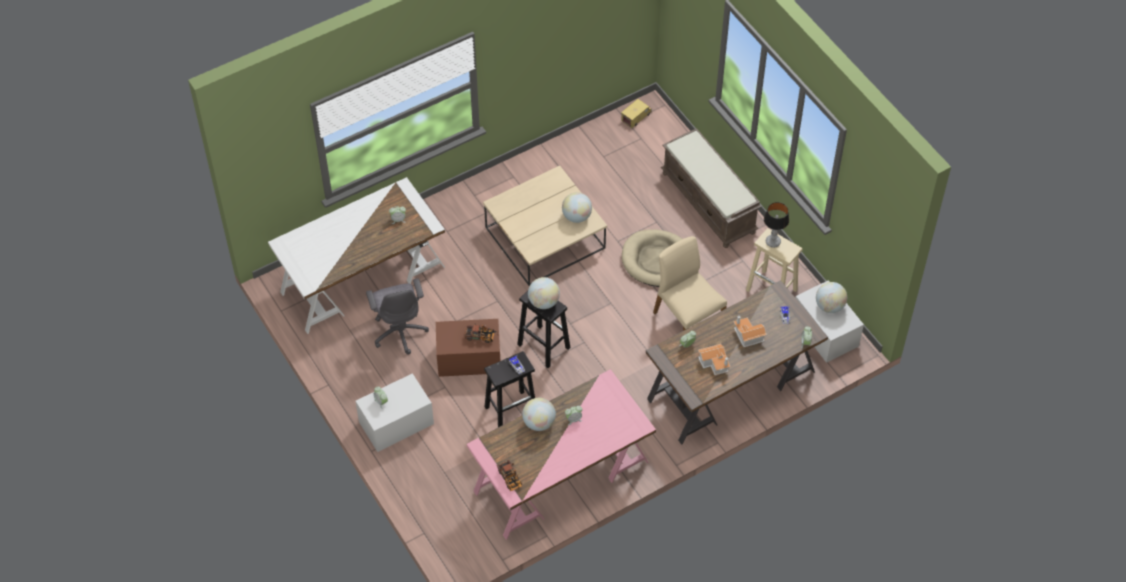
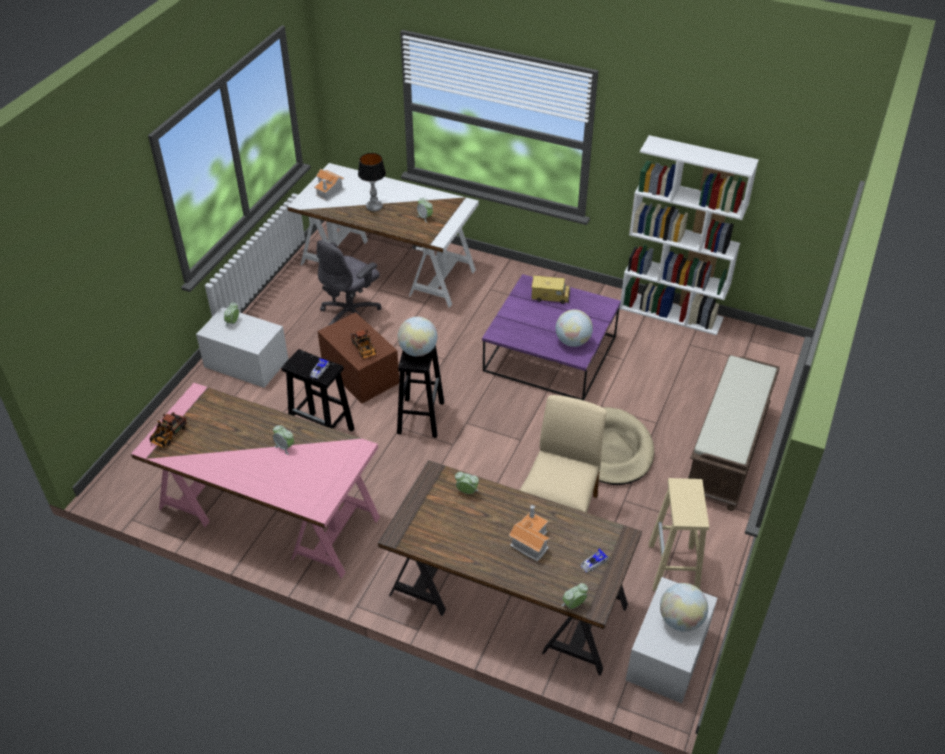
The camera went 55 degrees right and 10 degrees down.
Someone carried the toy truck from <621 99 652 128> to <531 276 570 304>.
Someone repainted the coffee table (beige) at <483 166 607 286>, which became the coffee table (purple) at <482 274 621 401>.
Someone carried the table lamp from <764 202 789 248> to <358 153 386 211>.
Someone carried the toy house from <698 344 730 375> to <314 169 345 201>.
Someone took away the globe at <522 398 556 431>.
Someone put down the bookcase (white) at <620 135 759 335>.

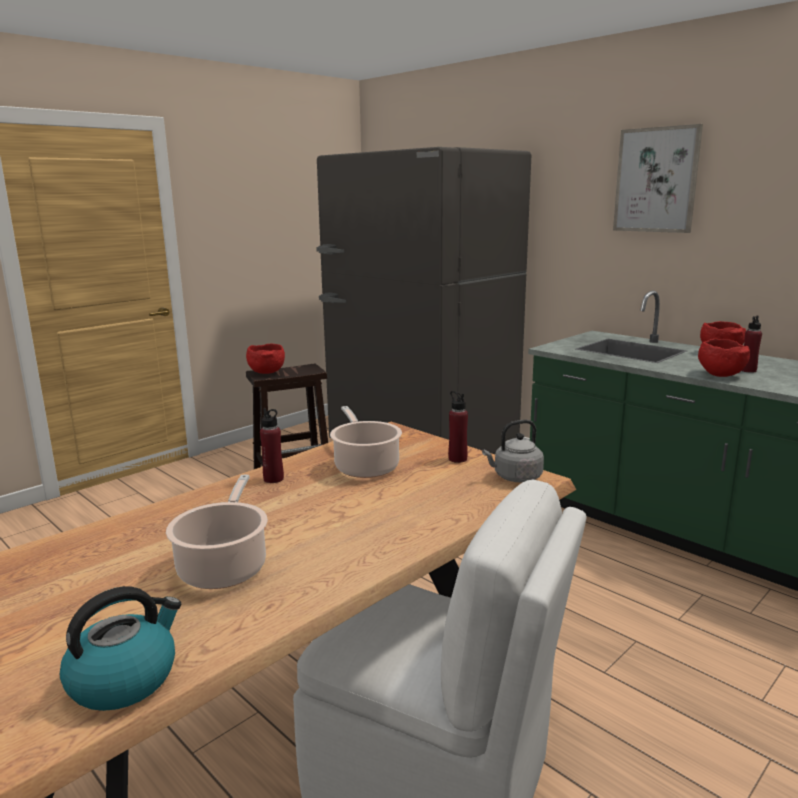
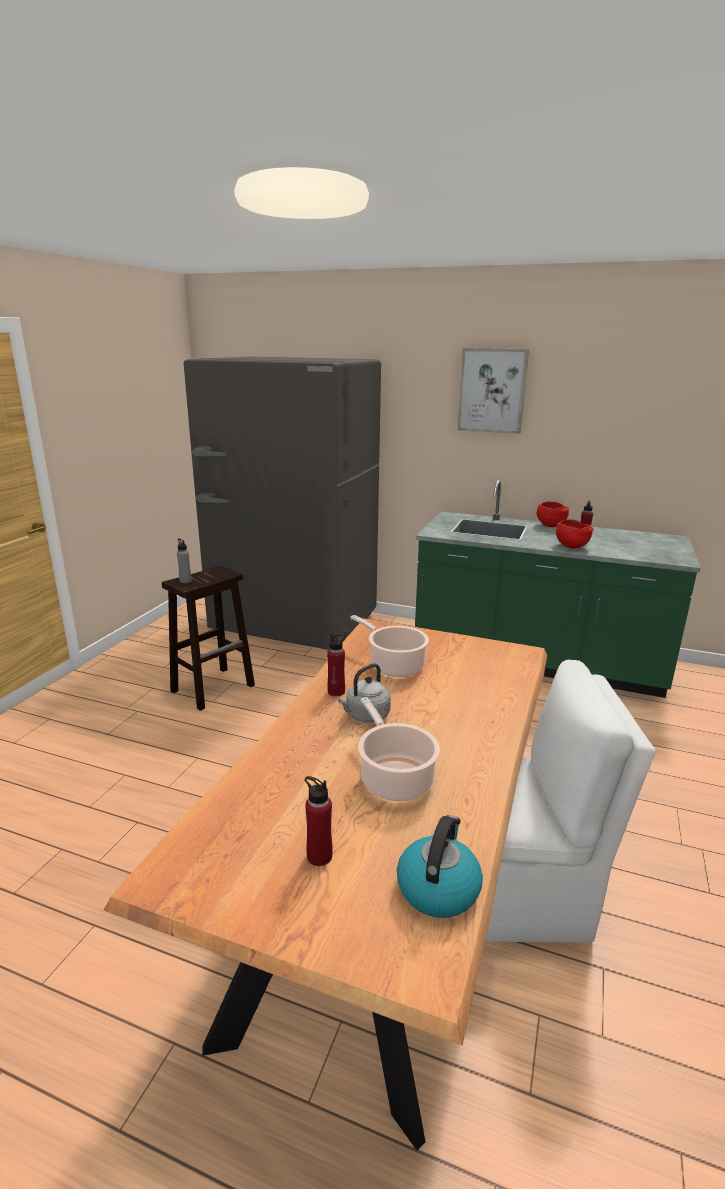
The camera went 25 degrees left and 5 degrees up.
Someone swapped the bowl (red) at <246 344 285 374> for the bottle (grey) at <177 538 192 583>.
Someone carried the bottle (red) from <448 391 468 463> to <305 776 333 866>.
Someone carried the kettle (grey) from <482 420 544 483> to <338 663 391 723>.

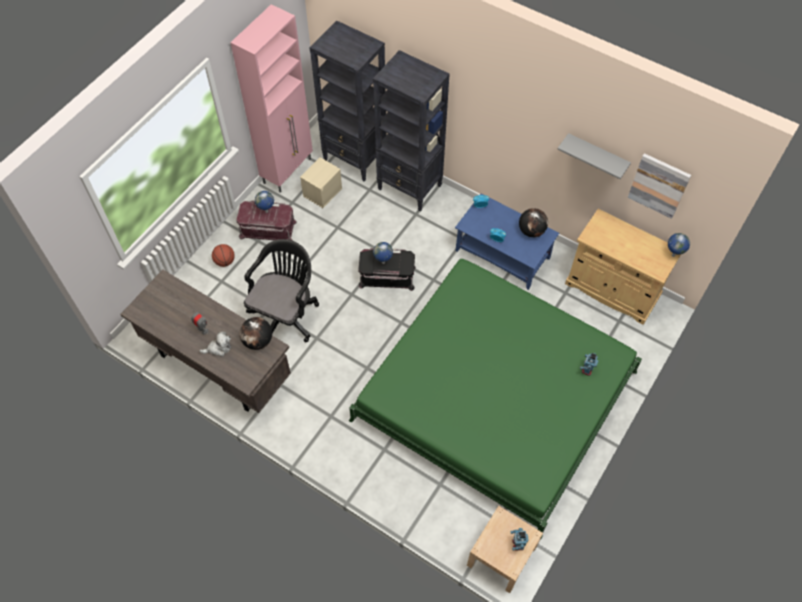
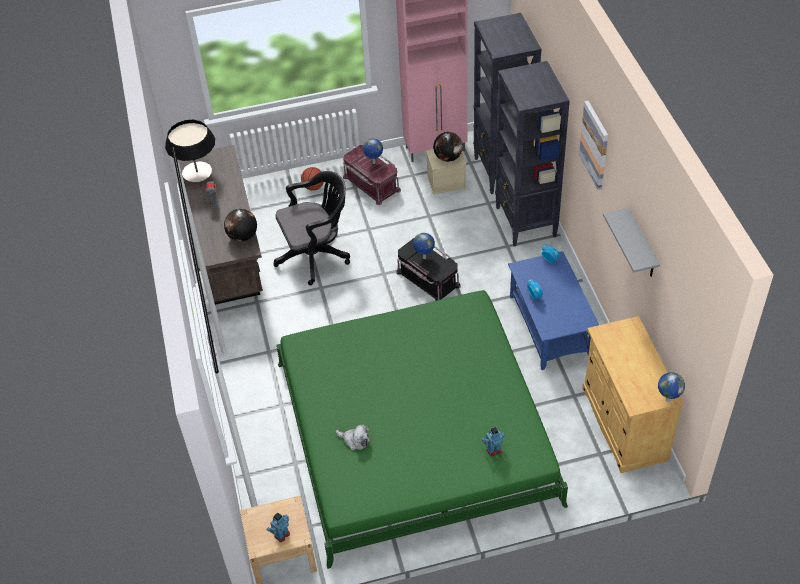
The camera went 45 degrees right and 10 degrees down.
Someone carried the picture from <628 153 691 219> to <579 101 608 190>.
Someone carried the globe from <519 208 548 237> to <433 132 463 162>.
Someone carried the plush toy from <199 331 231 357> to <336 424 370 451>.
Someone put down the table lamp at <165 120 215 183>.

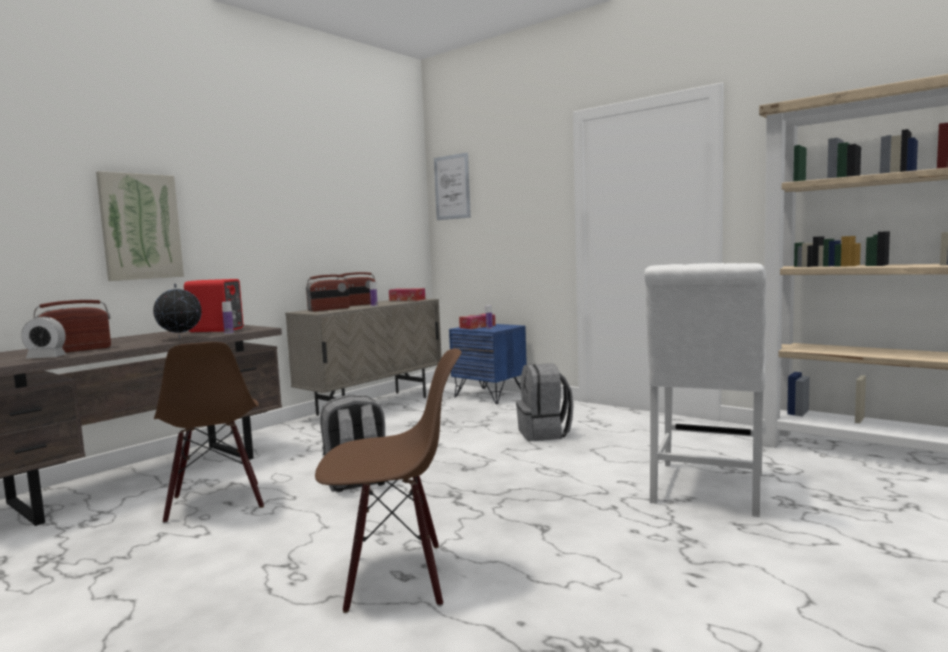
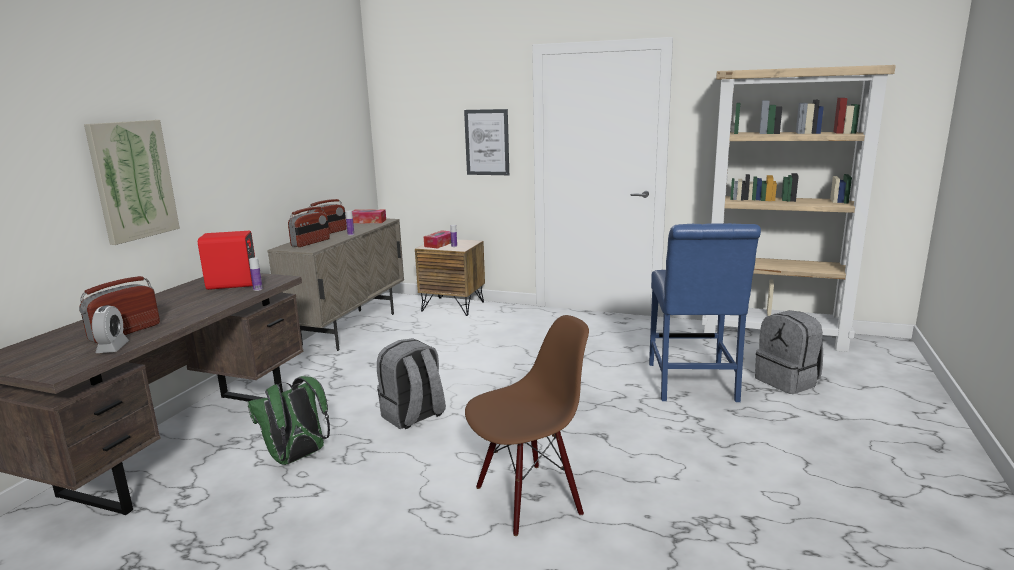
The camera went 20 degrees left and 10 degrees up.
Someone carried the picture from <434 153 471 220> to <464 109 509 175>.
Someone repainted the chair (white) at <644 263 766 517>, which became the chair (blue) at <649 223 761 402>.
Someone took away the globe at <153 284 202 339>.
Someone rotated the alarm clock at <21 317 66 359> by 75 degrees counterclockwise.
Someone repainted the nightstand (blue) at <449 324 527 404>, which became the nightstand (brown) at <415 239 485 316>.
Someone swapped the chair (brown) at <154 342 264 523> for the backpack (green) at <247 376 330 465>.
Someone carried the backpack (grey) from <516 363 574 441> to <755 310 823 394>.

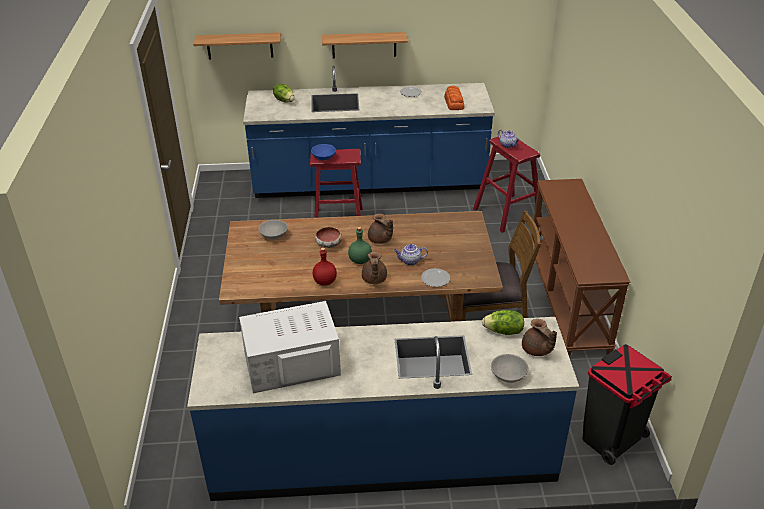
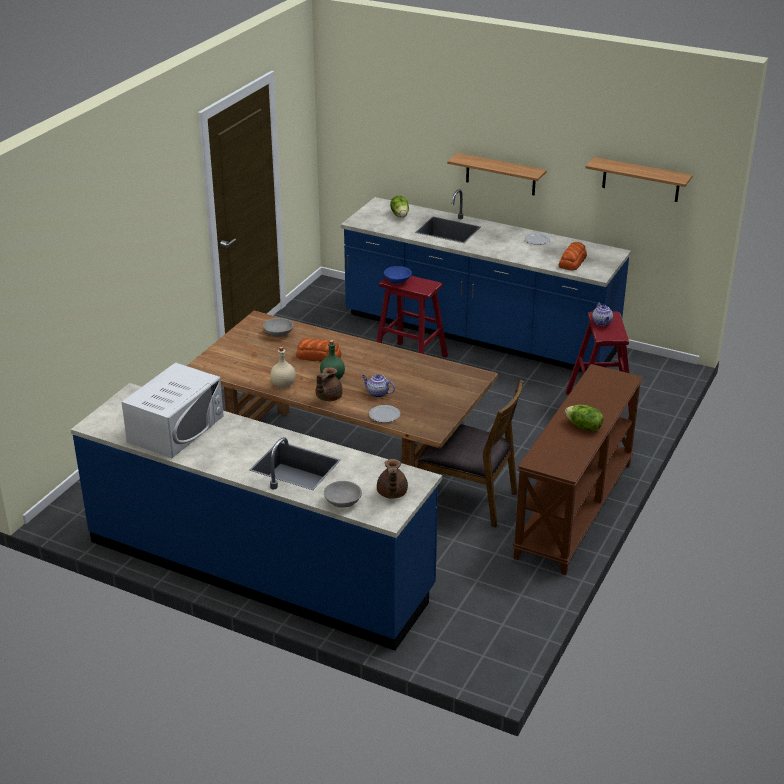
The camera went 30 degrees right and 5 degrees down.
Someone carried the shelf from <193 33 281 59> to <586 157 693 202>.
Someone took away the teapot (brown) at <368 214 393 244>.
Someone swapped the bowl at <315 227 342 248> for the bread at <296 338 341 362>.
Someone repainted the bottle (red) at <313 248 337 286>, which became the bottle (beige) at <270 346 296 388>.
Someone rotated the microwave (white) at <239 301 341 393> by 105 degrees clockwise.
Someone carried the lettuce from <482 310 524 335> to <565 405 603 431>.
Someone took away the trash can (black) at <583 344 672 465>.

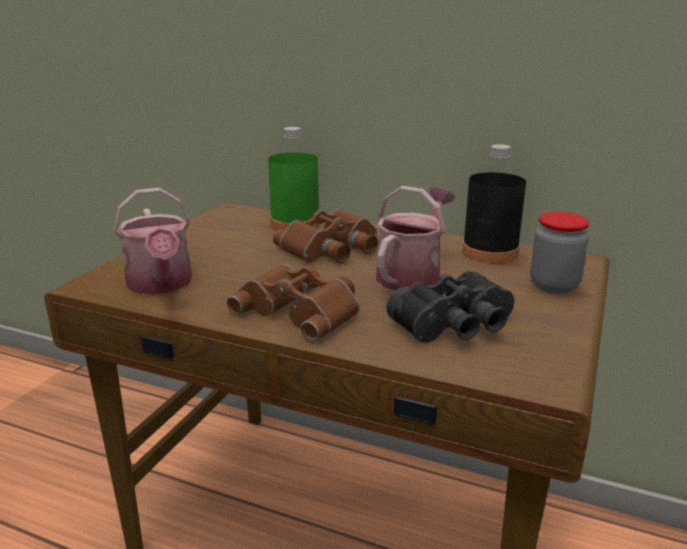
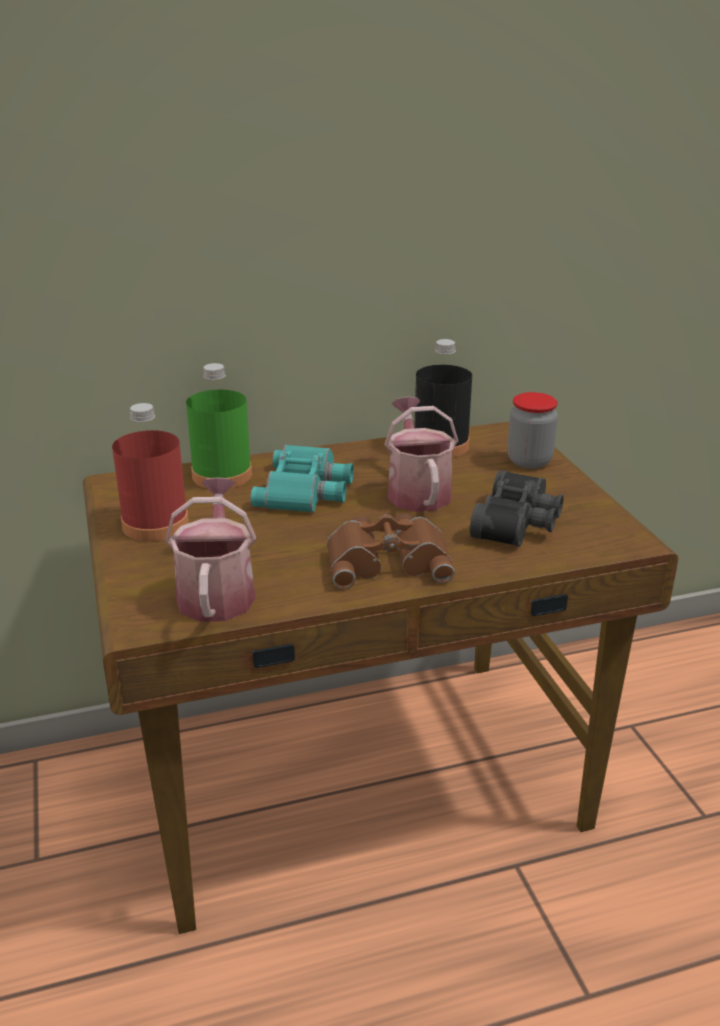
The camera went 40 degrees left and 5 degrees up.
Someone rotated the watering can at <114 188 192 295> by 120 degrees counterclockwise.
Someone repainted the binoculars (brown) at <273 209 378 263>, which became the binoculars (turquoise) at <250 445 354 513>.
Someone put down the bottle (red) at <112 403 189 541>.

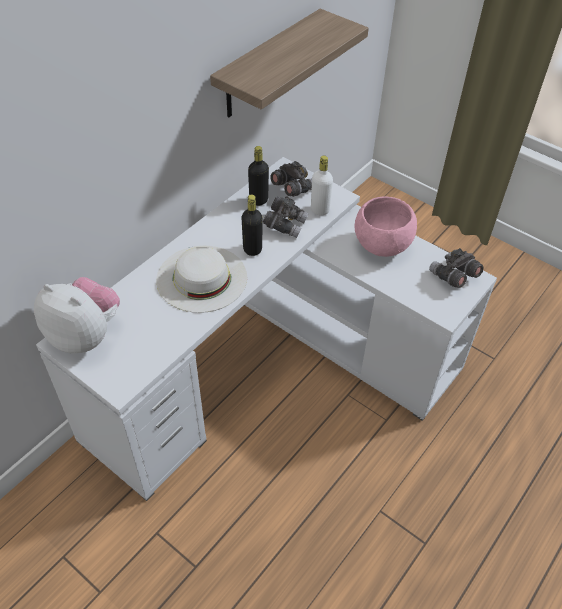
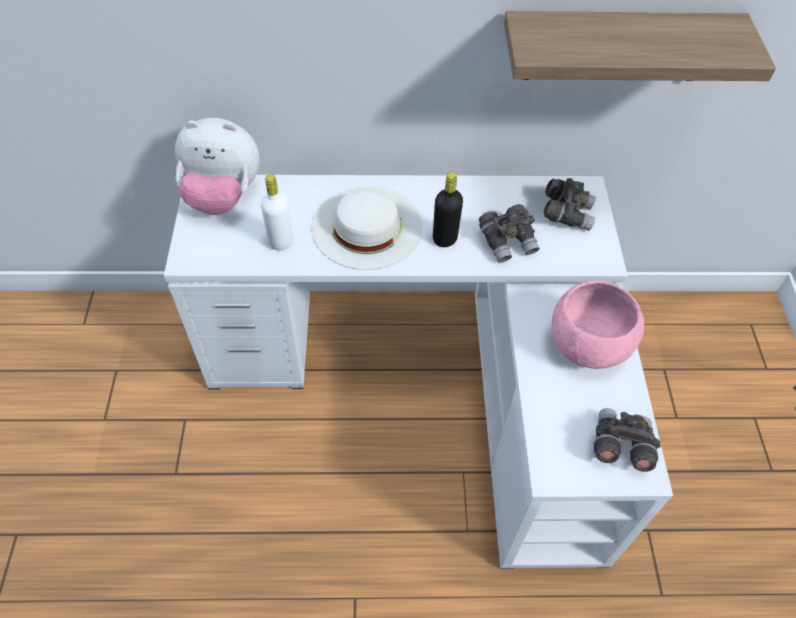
The camera went 50 degrees right and 5 degrees up.
Someone took away the bottle (black) at <248 146 269 206>.
Someone carried the bottle (white) from <311 156 333 215> to <261 174 293 251>.
Someone rotated the plush toy at <34 277 120 353> by 105 degrees clockwise.

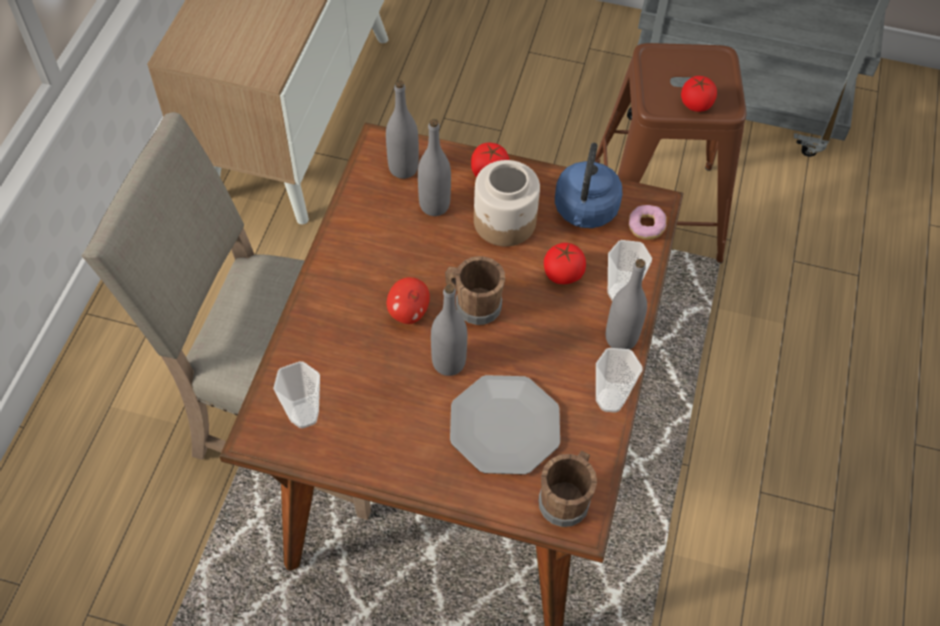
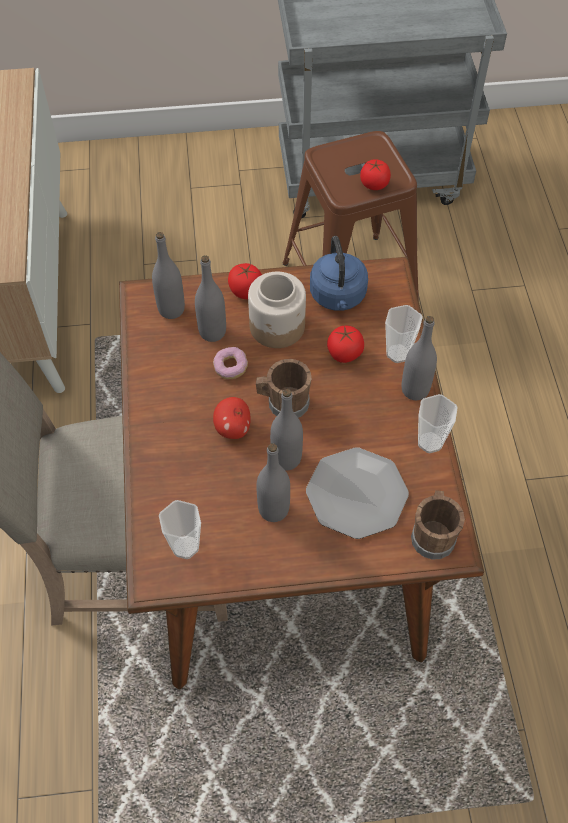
The camera went 20 degrees left and 0 degrees up.
Someone carried the donut from <629 205 667 240> to <213 347 248 379>.
Someone put down the bottle (grey) at <257 443 290 522>.

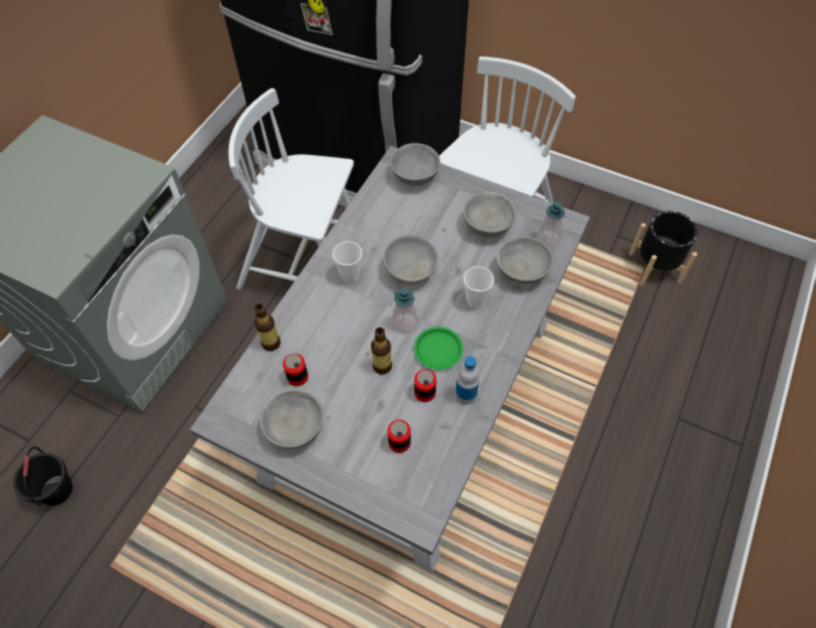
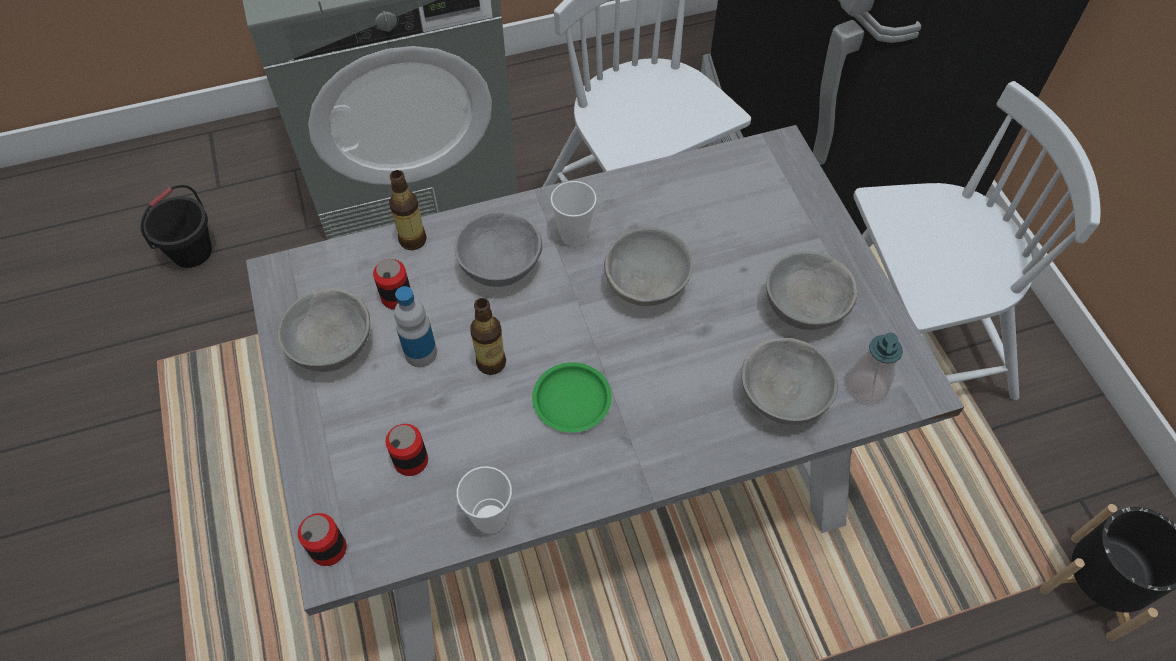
The camera went 45 degrees right and 0 degrees up.
Someone carried the bowl (grey) from <390 143 440 186> to <454 211 542 287>.
Someone carried the cup from <463 266 494 308> to <456 466 512 534>.
Someone took away the soap dispenser at <392 288 418 334>.
Someone carried the bottle from <455 356 479 405> to <394 286 437 367>.
Someone carried the can from <414 369 437 402> to <298 513 347 566>.

